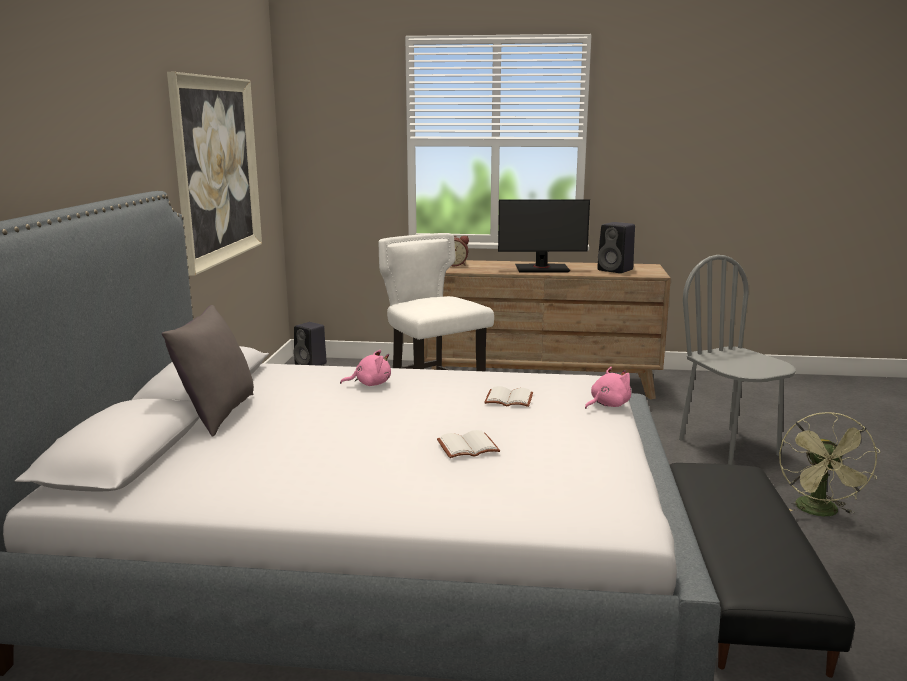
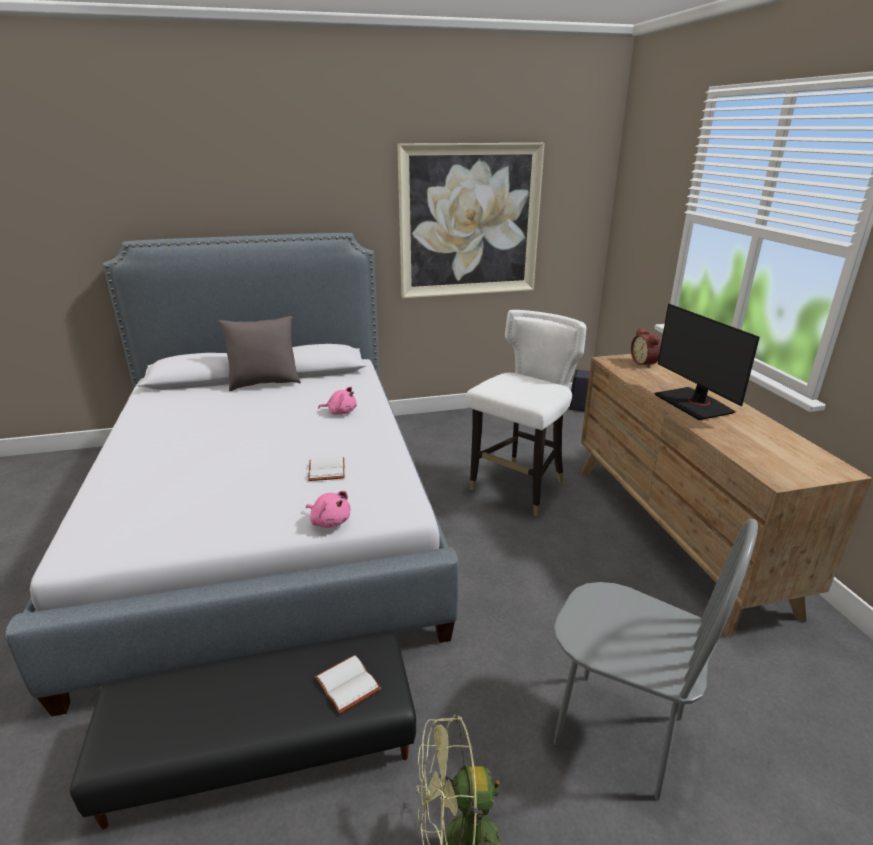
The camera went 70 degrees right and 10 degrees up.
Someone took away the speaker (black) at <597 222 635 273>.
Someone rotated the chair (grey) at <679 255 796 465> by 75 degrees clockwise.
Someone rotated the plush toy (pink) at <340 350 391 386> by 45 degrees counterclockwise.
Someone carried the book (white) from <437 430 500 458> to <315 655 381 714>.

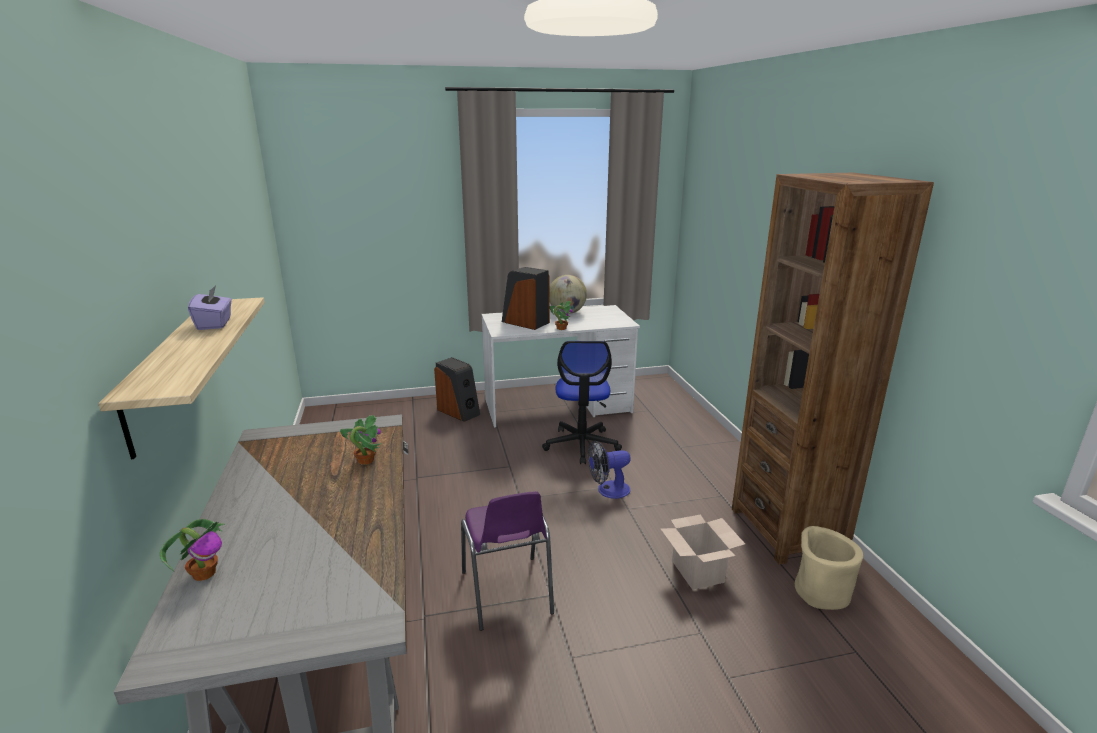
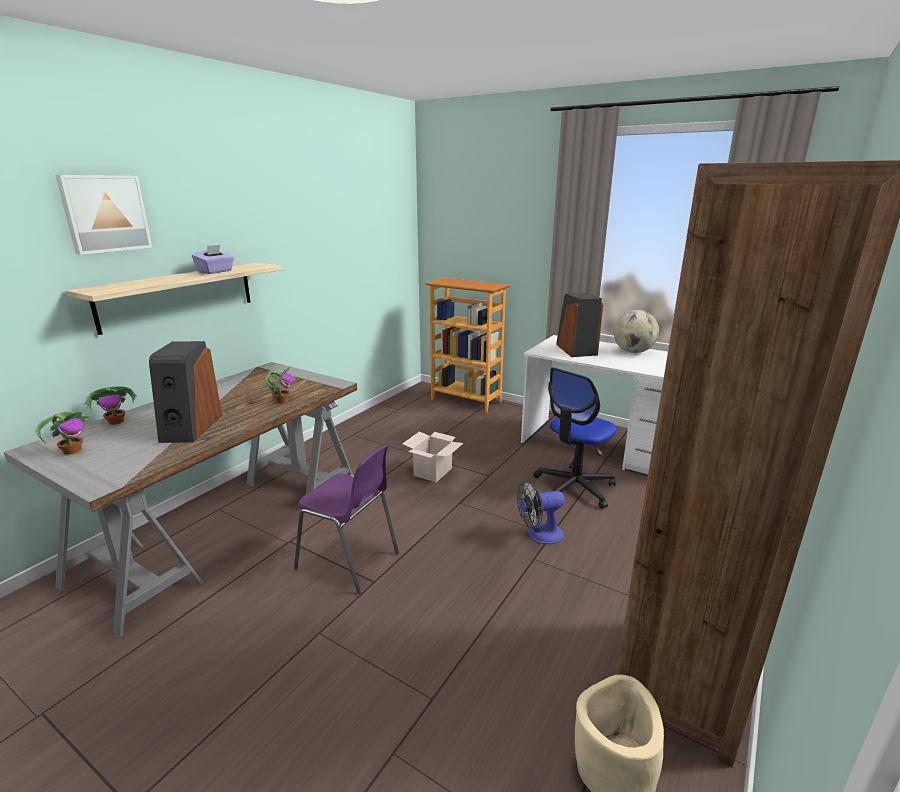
The camera went 45 degrees right and 0 degrees up.
Someone carried the potted plant from <550 301 573 330> to <35 411 89 455>.
Someone carried the speaker from <434 357 480 422> to <149 341 222 443>.
Someone rotated the fan at <588 440 631 499> by 45 degrees counterclockwise.
Someone rotated the chair (purple) at <461 491 554 631> by 90 degrees counterclockwise.
Someone carried the cardboard box from <661 515 745 590> to <402 431 463 482>.
Someone put up the picture at <55 175 153 255>.
Someone put down the bookcase at <425 278 511 413>.

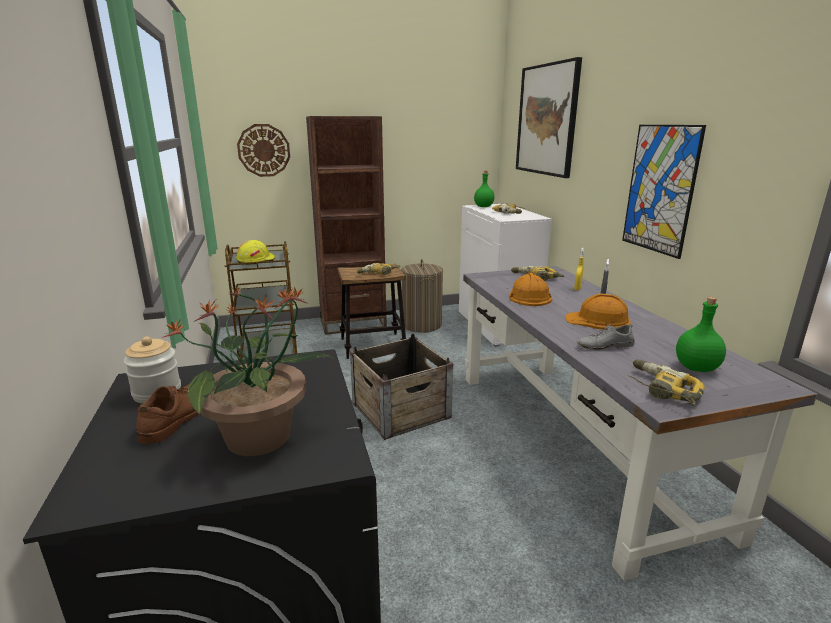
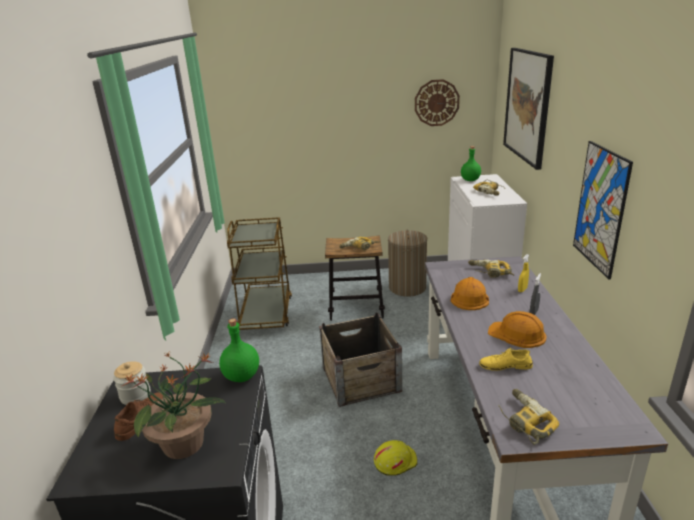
The camera went 15 degrees right and 5 degrees up.
Someone took away the bookcase (brown) at <306 116 387 335>.
Someone carried the wall clock from <237 124 290 177> to <415 79 460 126>.
Someone carried the hard hat (yellow) from <236 240 275 265> to <374 440 417 476>.
Someone carried the bottle (green) from <676 297 726 372> to <219 318 259 382>.
Someone repainted the shoe (grey) at <577 324 634 350>, which became the shoe (yellow) at <479 348 533 371>.

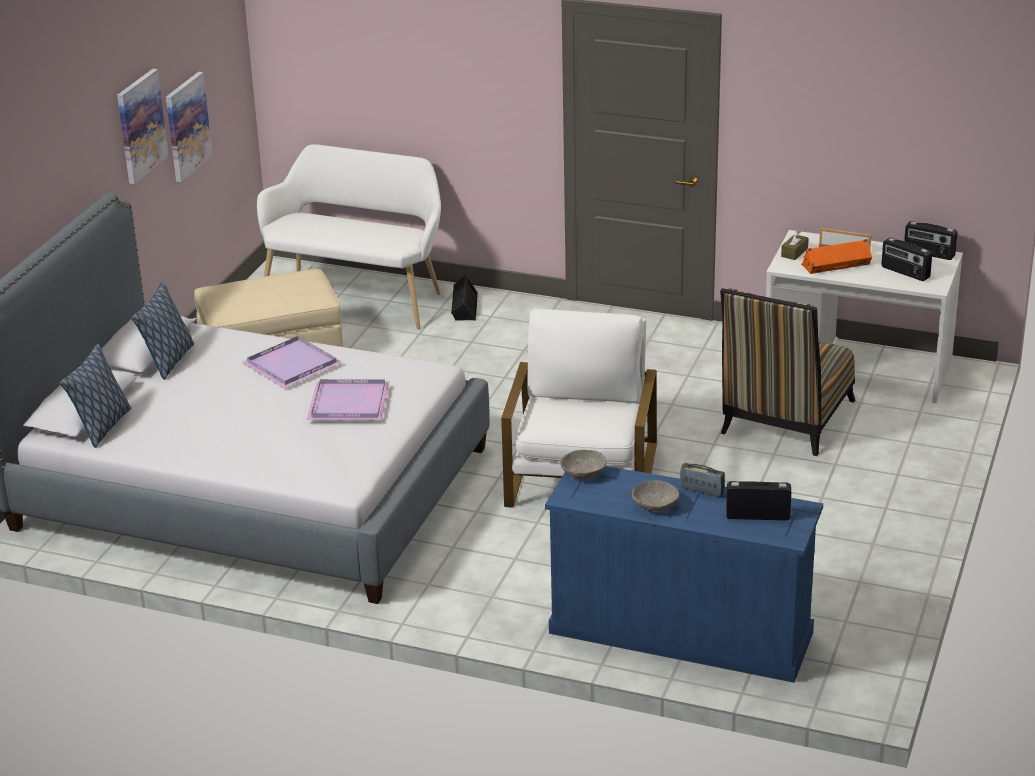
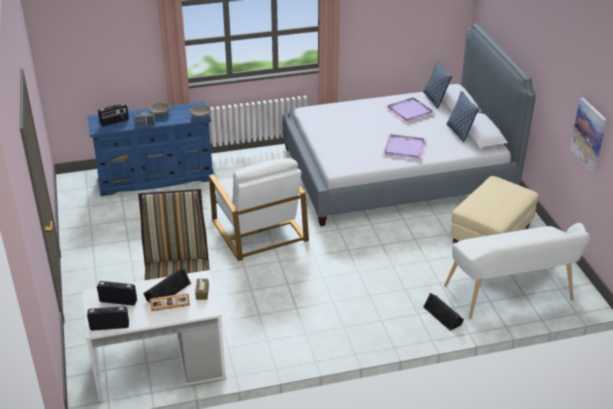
The camera went 145 degrees right and 5 degrees up.
Someone took away the picture at <117 69 169 184>.
Someone repainted the speaker (orange) at <801 239 872 274>, which became the speaker (black) at <143 267 191 302>.
Someone carried the tray (purple) from <307 379 390 421> to <385 97 435 123>.

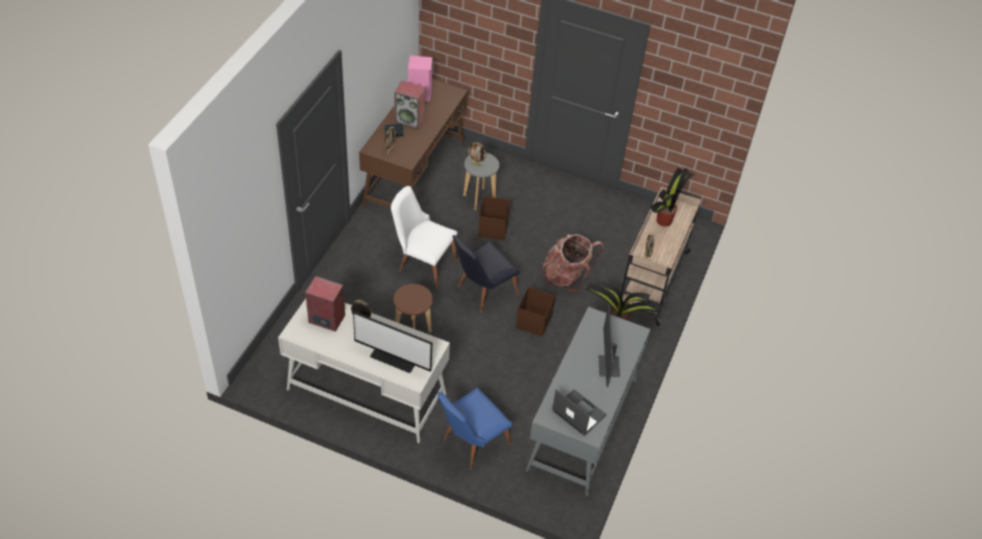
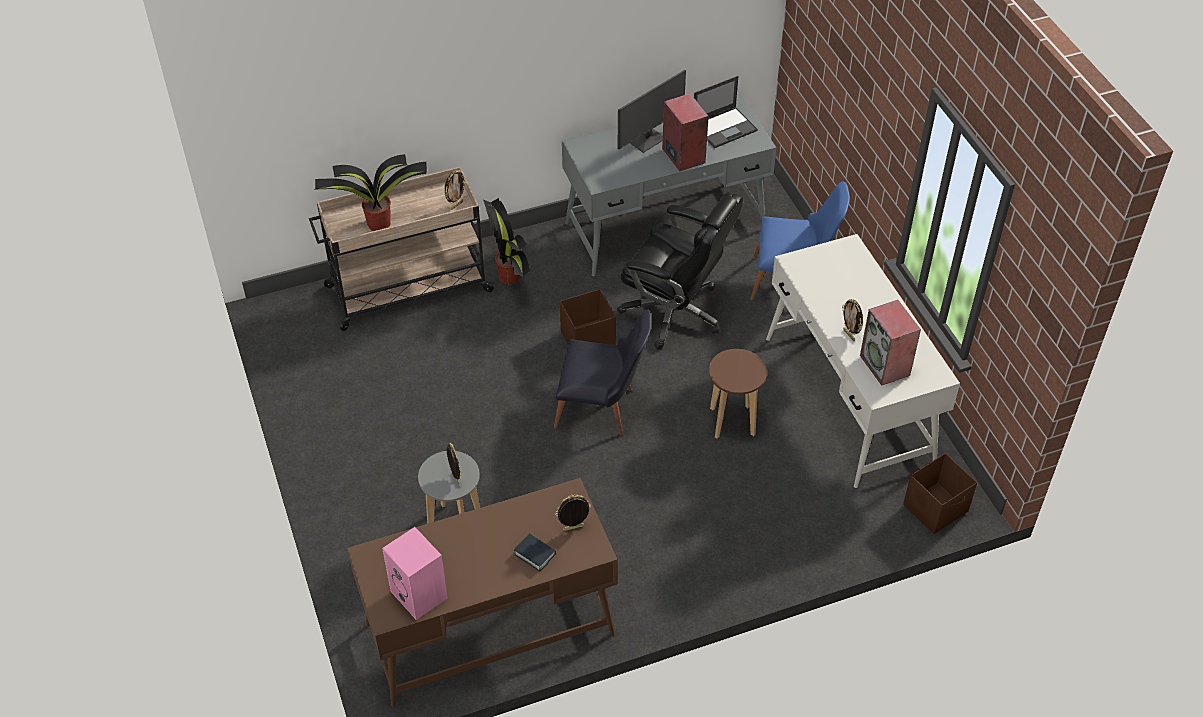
The camera went 130 degrees left and 0 degrees up.
Someone carried the speaker from <394 81 426 130> to <662 93 709 171>.
Someone took away the chair (white) at <391 186 458 289>.
Someone carried the storage box (brown) from <478 196 510 240> to <903 453 977 534>.
Someone took away the backpack at <543 234 604 291>.
Someone took away the monitor at <353 311 432 373>.
Someone rotated the laptop at <552 389 607 436> by 120 degrees counterclockwise.
Someone put down the office chair (black) at <617 192 743 350>.

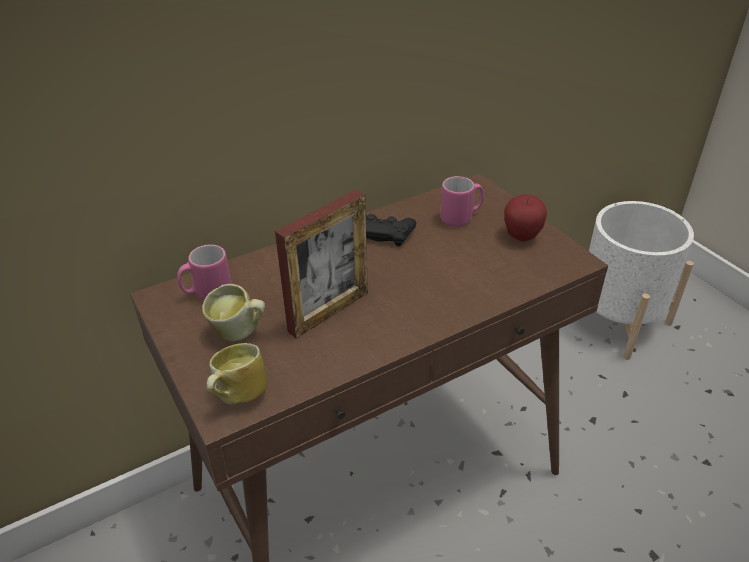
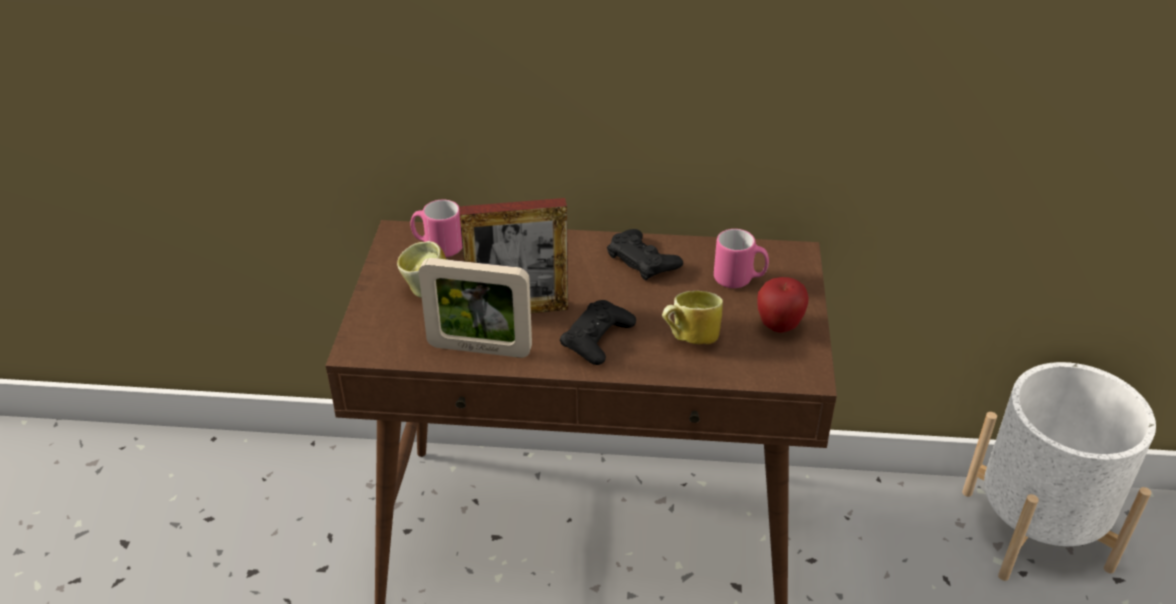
The camera went 35 degrees right and 0 degrees up.
Someone carried the mug from <207 343 267 405> to <662 291 723 345>.
Someone put down the picture frame at <419 258 532 358>.
Someone put down the game controller (black) at <560 300 636 365>.

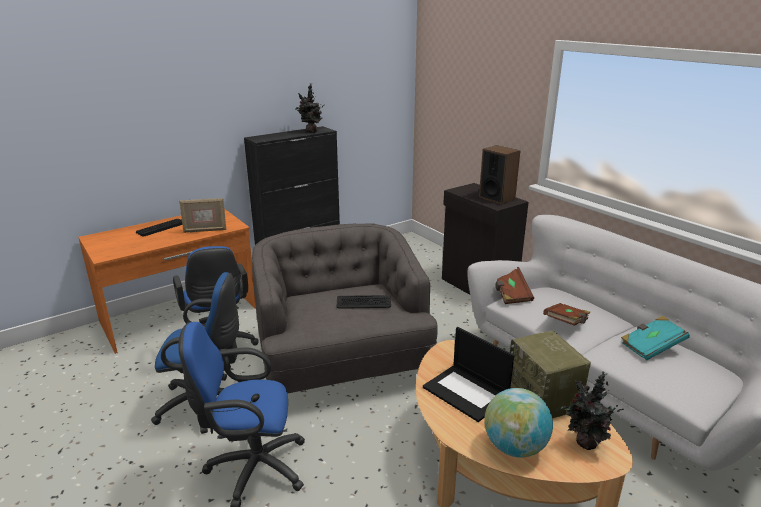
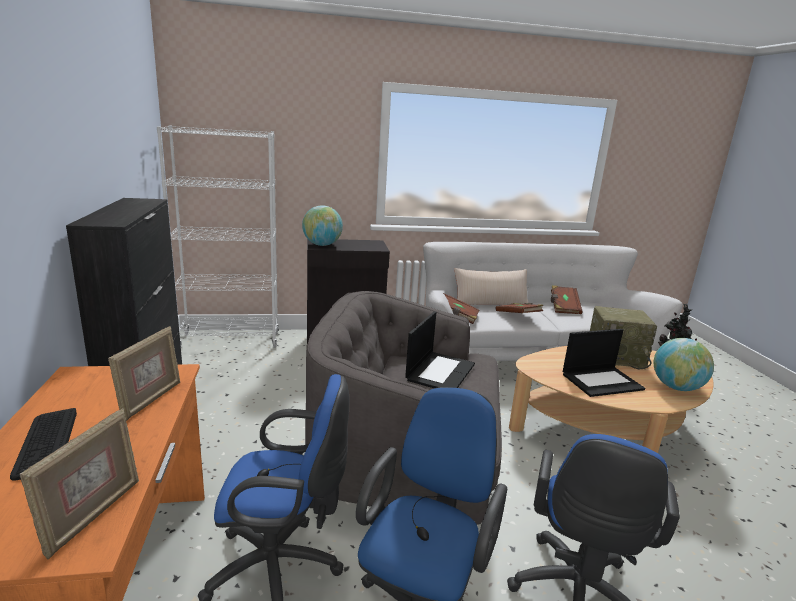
The camera went 65 degrees left and 5 degrees down.
Someone took away the potted plant at <295 83 324 133>.
Someone took away the speaker at <479 145 520 204>.
Someone swapped the keyboard at <337 295 391 309> for the laptop at <405 311 475 388>.
Someone repainted the book (turquoise) at <621 316 690 361>, which became the book (brown) at <551 285 583 314>.
Someone put down the bookcase (white) at <157 125 279 348>.
Someone put down the globe at <302 205 343 246>.
Someone put down the pillow (beige) at <454 268 528 305>.
Someone put down the picture frame at <20 408 139 560>.

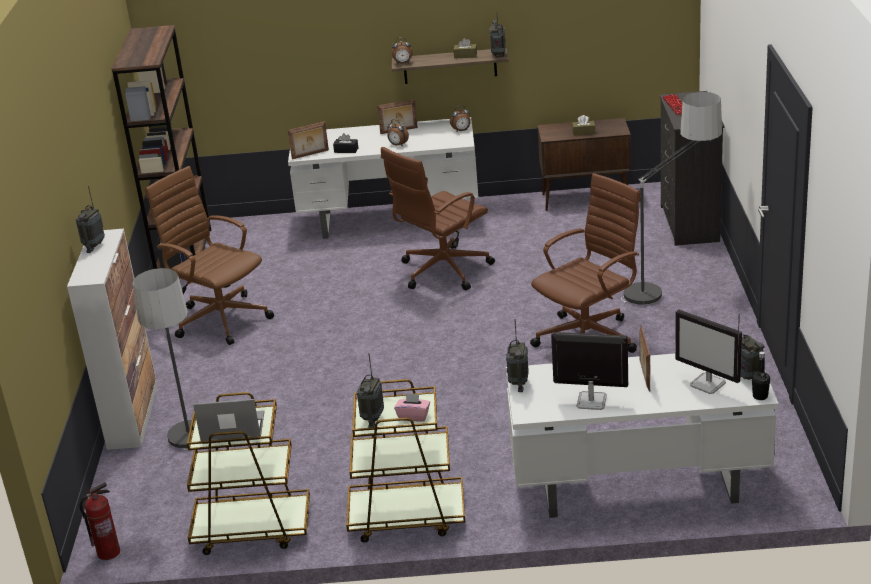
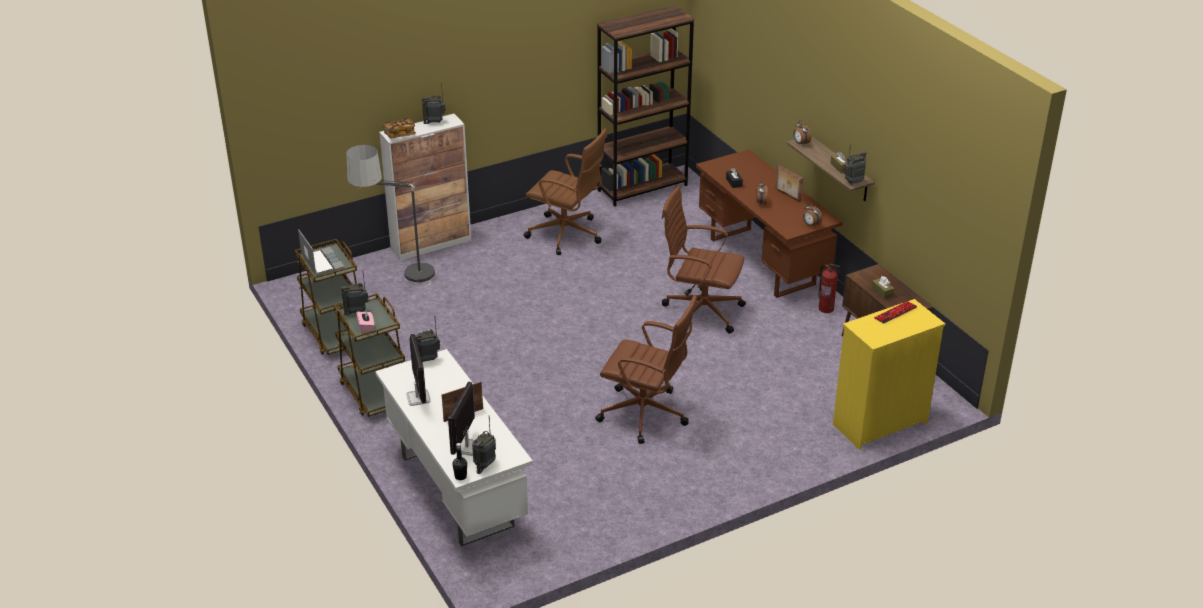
The camera went 60 degrees right and 5 degrees up.
Someone repainted the dresser (black) at <660 91 725 246>, which became the dresser (yellow) at <833 299 945 450>.
Someone took away the floor lamp at <621 92 723 306>.
Someone repainted the desk (white) at <288 117 479 239>, which became the desk (brown) at <696 149 843 298>.
Someone took away the picture frame at <288 121 329 159>.
Someone rotated the office chair (brown) at <145 166 274 345> by 105 degrees clockwise.
Someone carried the fire extinguisher from <79 482 120 560> to <818 263 840 313>.
Someone put down the book at <383 118 416 138>.

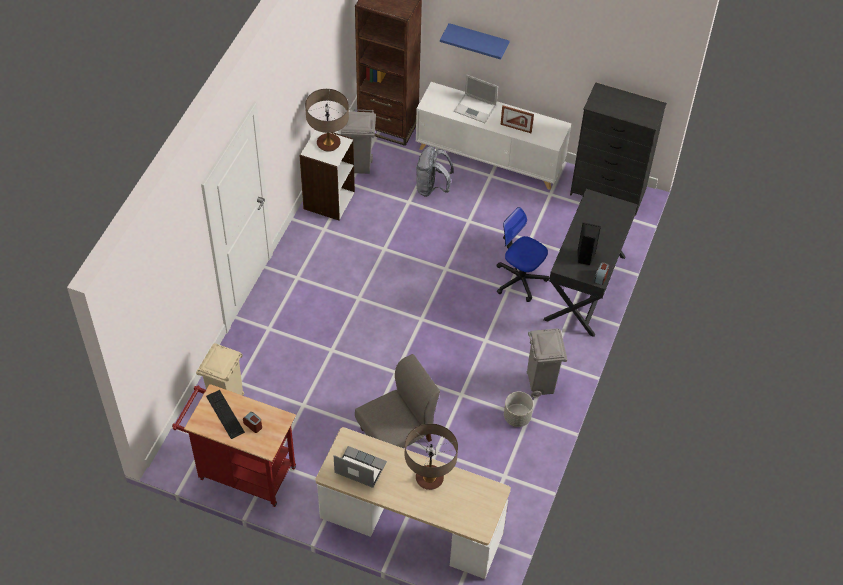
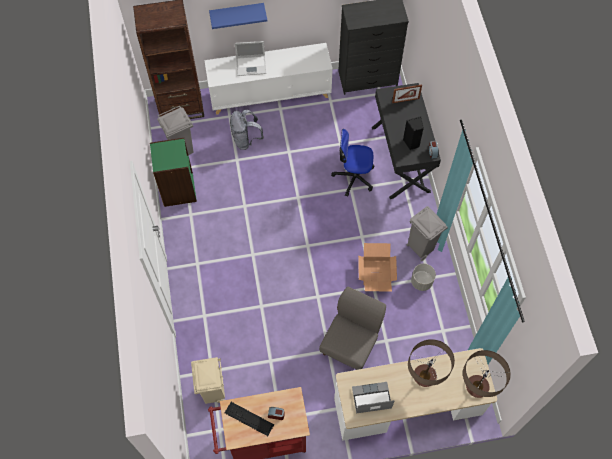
The camera went 30 degrees left and 10 degrees up.
Someone carried the table lamp from <305 89 349 152> to <463 350 511 398>.
Someone carried the picture frame from <500 106 534 133> to <392 84 422 103>.
Someone repainted the bookcase (white) at <300 130 355 220>, which became the bookcase (green) at <150 138 197 207>.
Someone put down the cardboard box at <358 243 397 292>.

